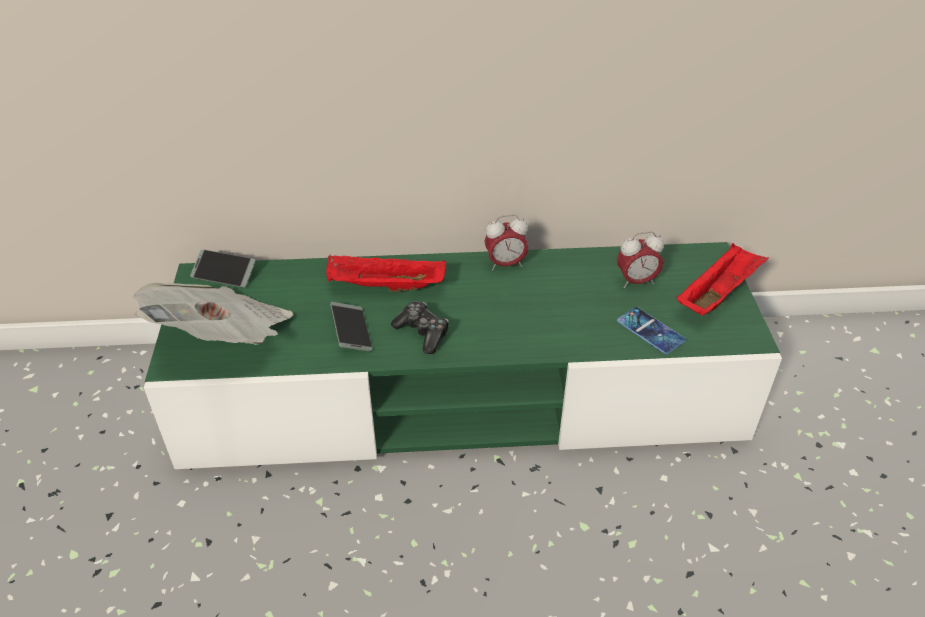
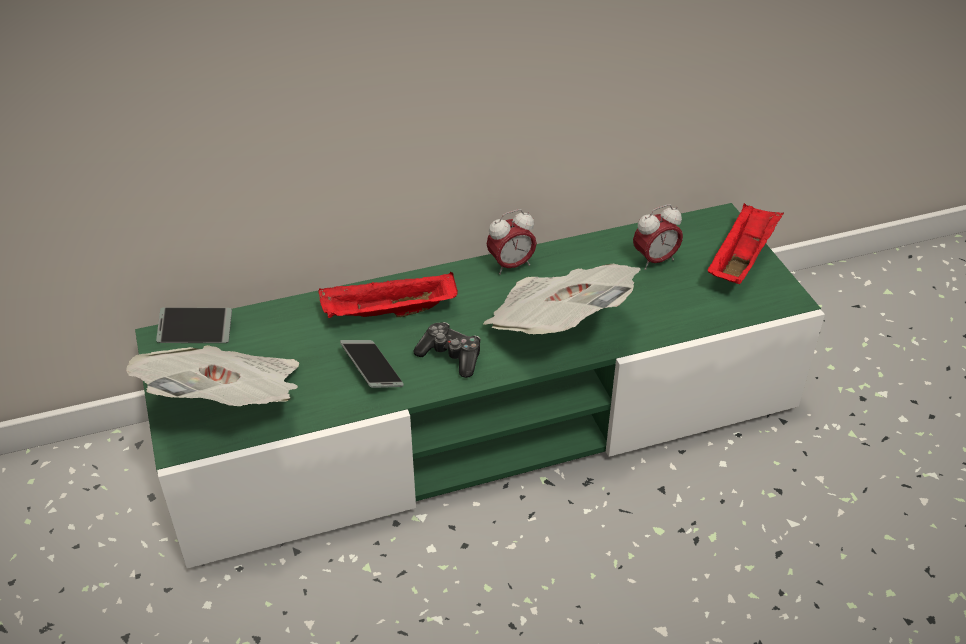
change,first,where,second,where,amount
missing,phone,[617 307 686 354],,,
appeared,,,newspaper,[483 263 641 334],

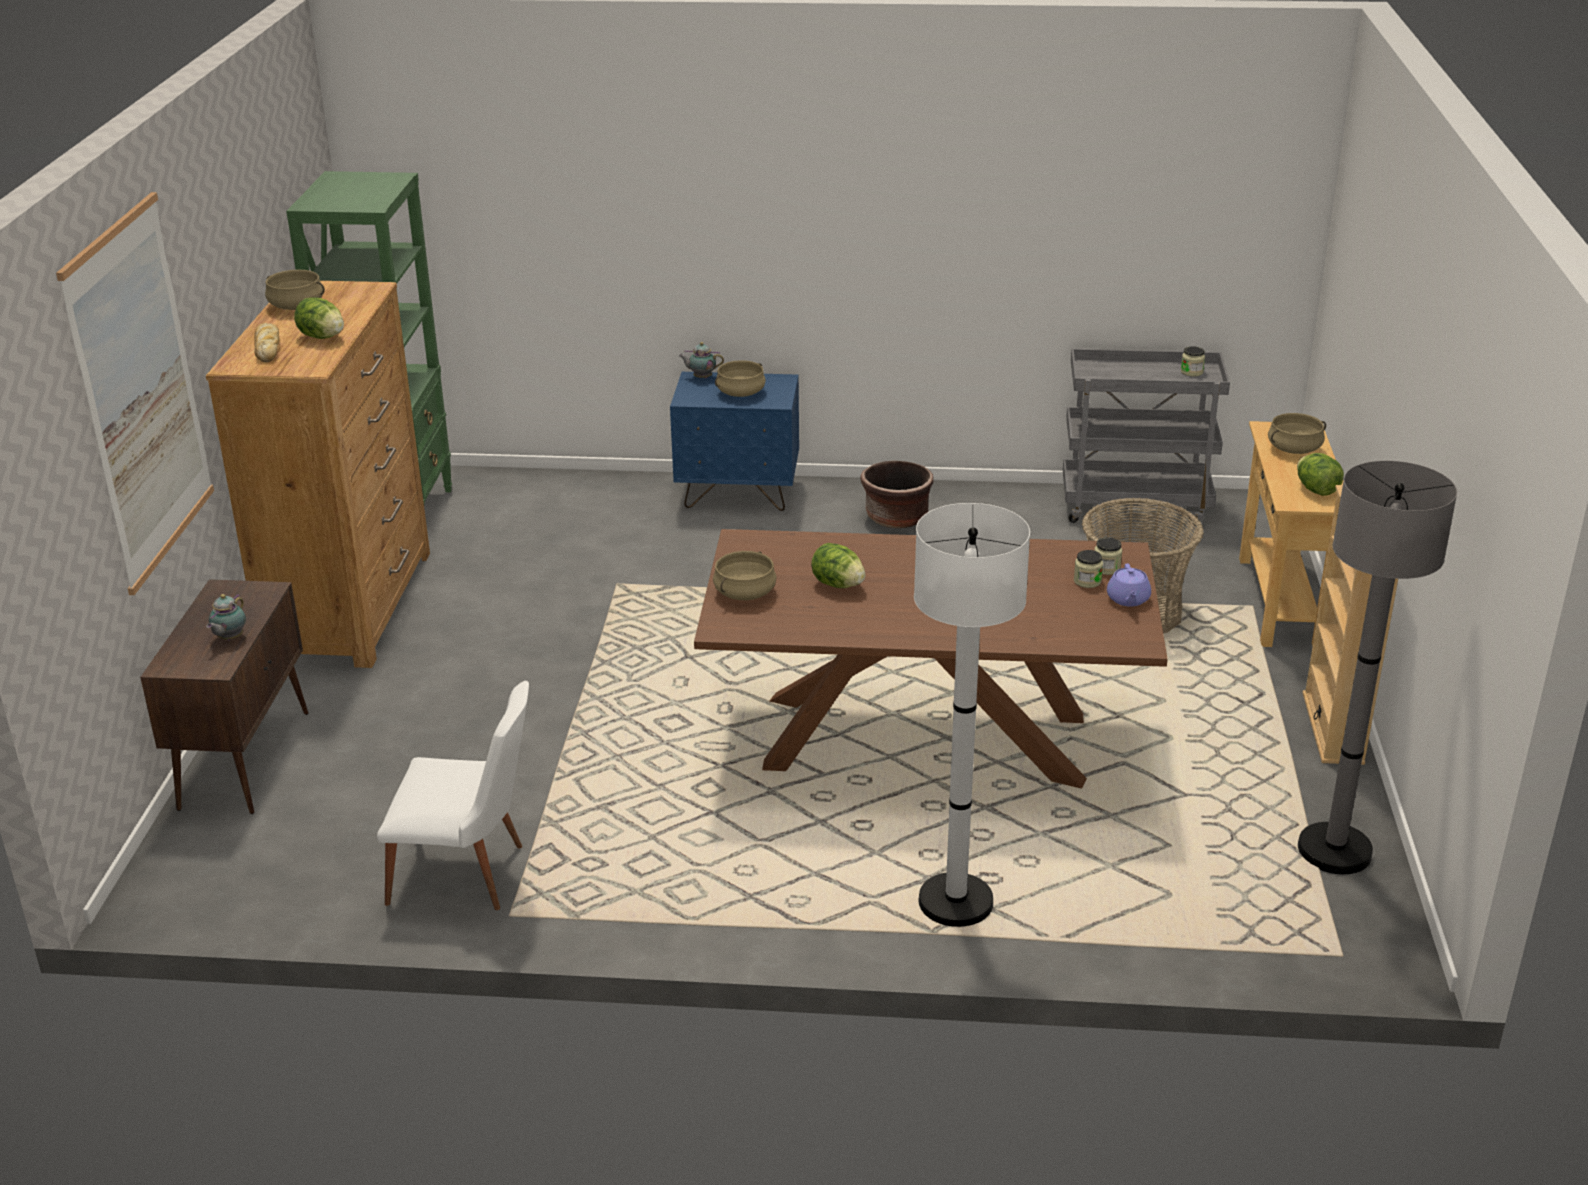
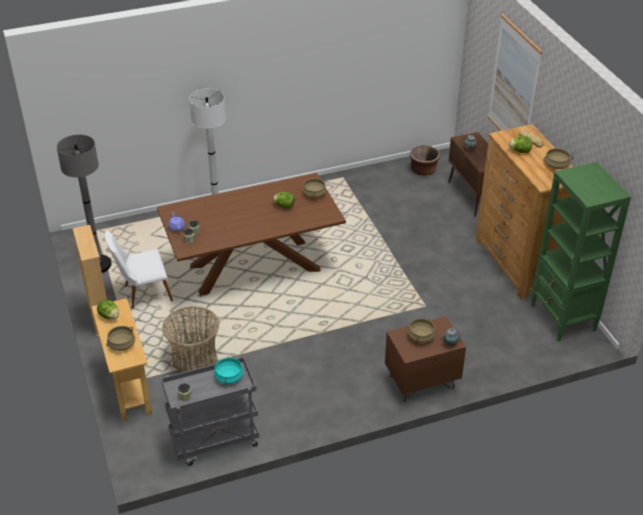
change,first,where,second,where,amount
colour,nightstand/blue,[670 372 799 511],nightstand/brown,[385 316 466 402],
relocated,planter/brown,[860 461 934 528],,[410 146 440 175],
relocated,chair/white,[377 681 529 910],,[105 231 173 309],
appeared,,,cooking pot/turquoise,[214 357 243 384],

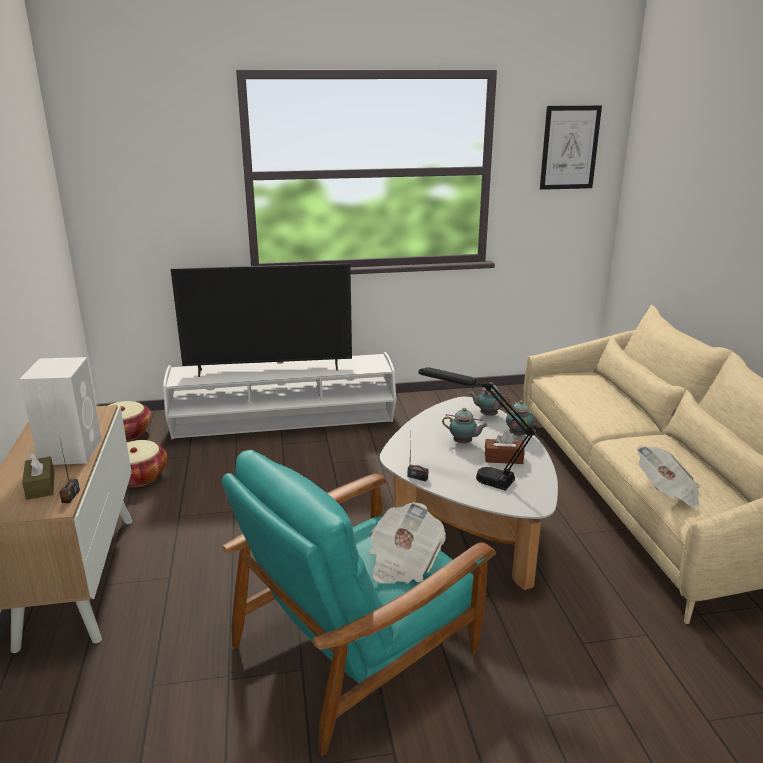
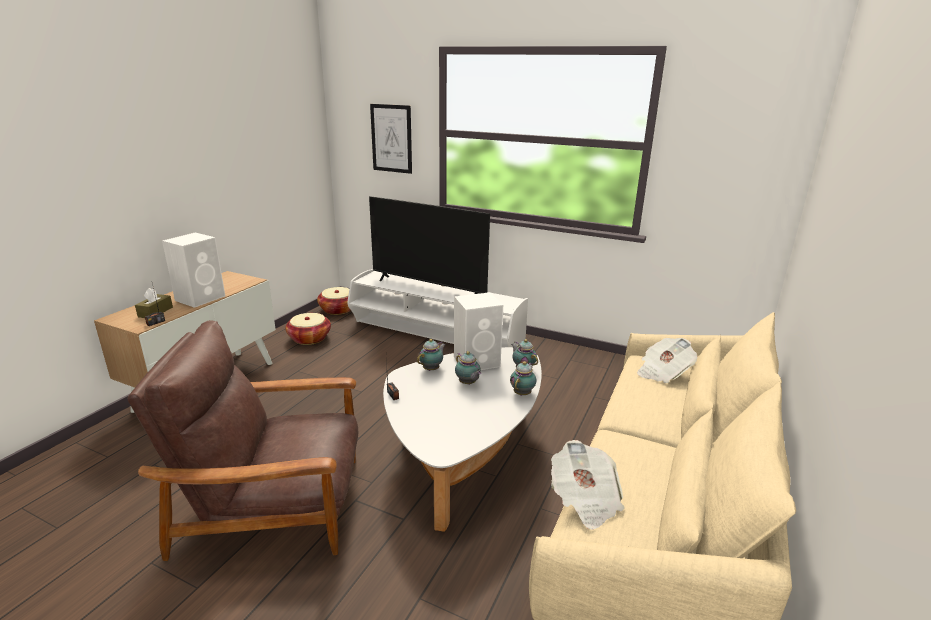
change,first,where,second,where,amount
relocated,picture,[540 106 602 190],,[370 104 412 174],
missing,table lamp/black,[419 367 537 491],,,
missing,tissue box/brown,[485 431 525 464],,,
colour,armchair/turquoise,[221 450 496 756],armchair/brown,[128 320 358 561],
relocated,newspaper,[369 502 446 583],,[637 338 697 383],
appeared,,,speaker/white,[454 292 503 370],
appeared,,,teapot,[417 339 446 371],

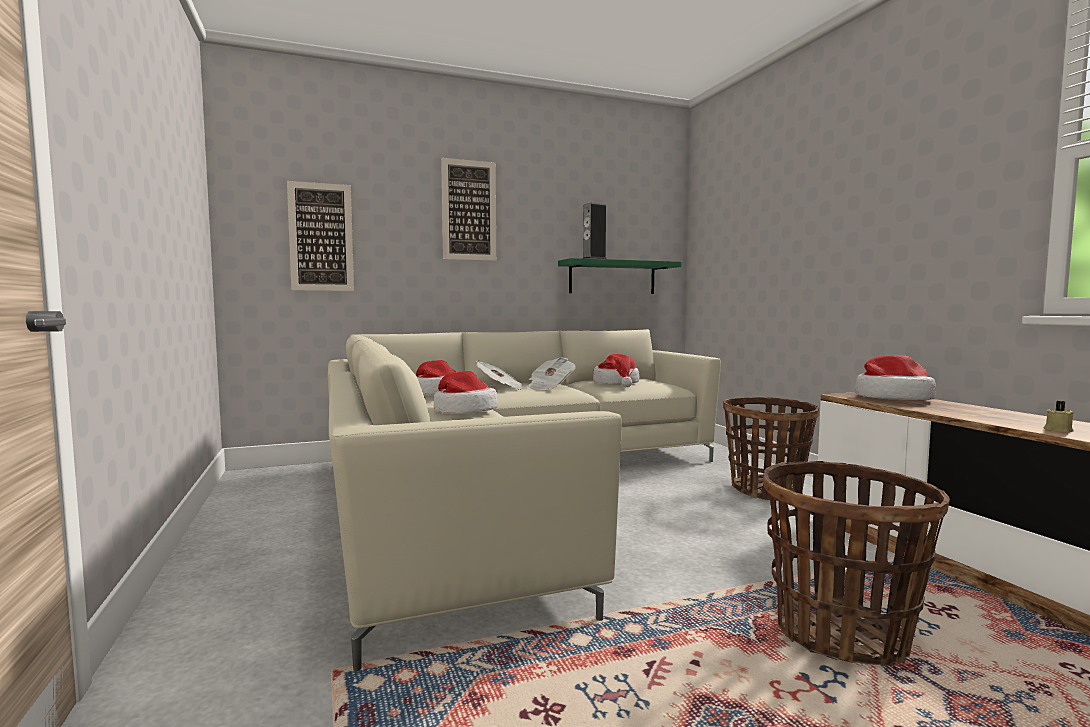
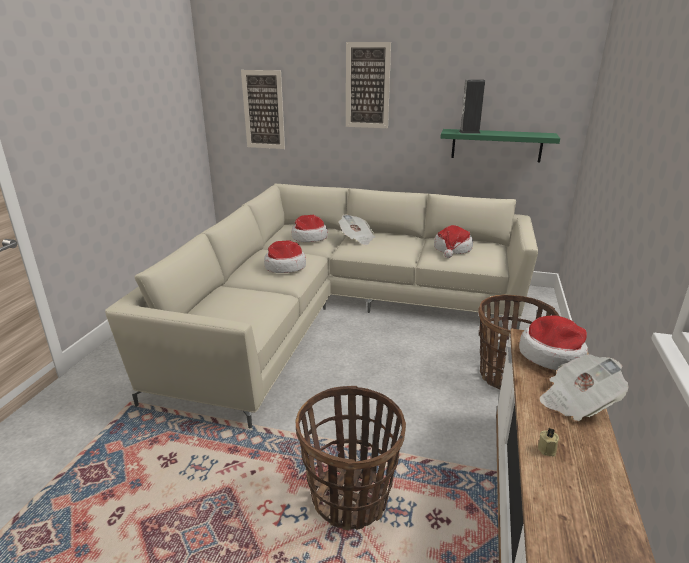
change,first,where,second,where,amount
relocated,newspaper,[527 358 576 390],,[539 354 628 421],

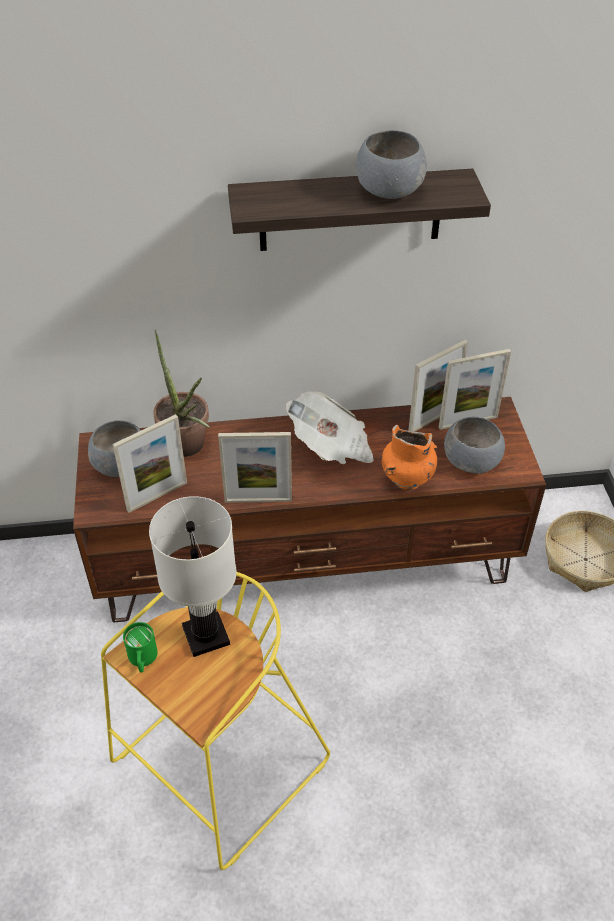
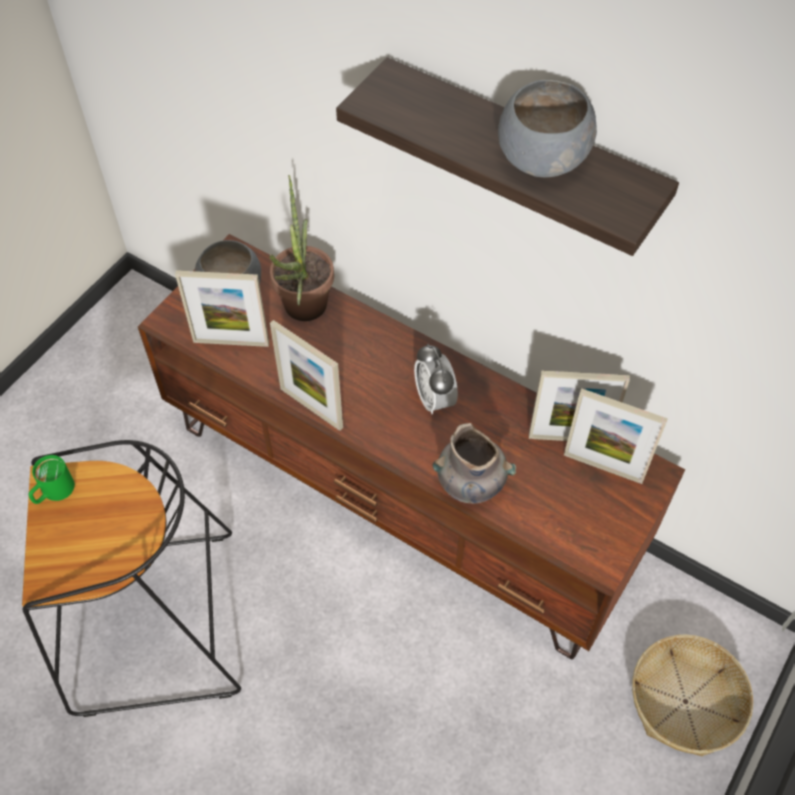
change,first,where,second,where,amount
exchanged,newspaper,[286 391 374 464],alarm clock,[414 344 458 414],
missing,bowl/grey,[444 417 505 474],,,
colour,vase/orange,[382 424 437 490],vase/grey,[432 423 516 503],
missing,table lamp/white,[149 496 237 657],,,
colour,stool/yellow,[101 572 330 870],stool/black,[22 440 241 717],

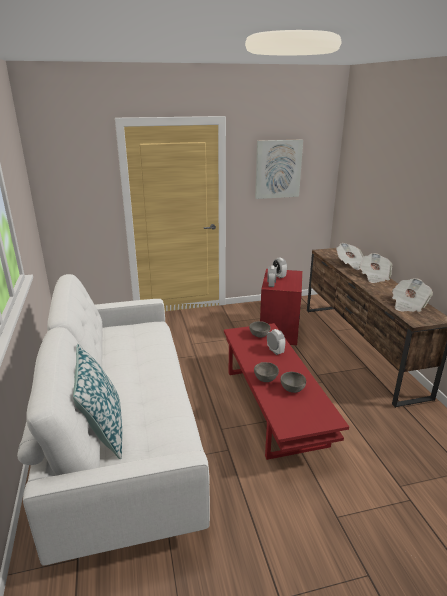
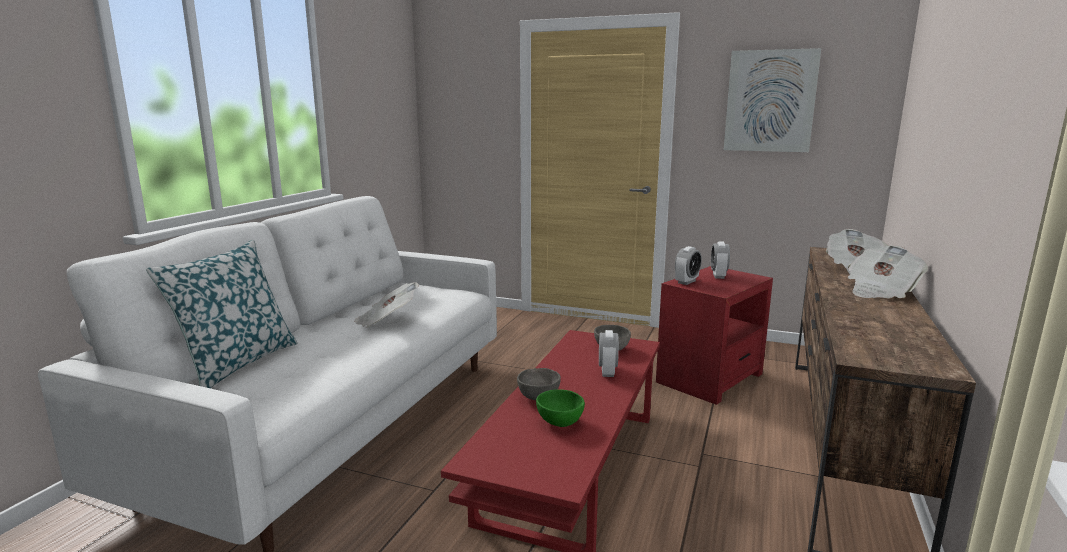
change,first,where,second,where,amount
relocated,newspaper,[392 278 433 312],,[354 282 419 328],
colour,bowl/grey,[280 372 306 393],bowl/green,[536 389 585 427],

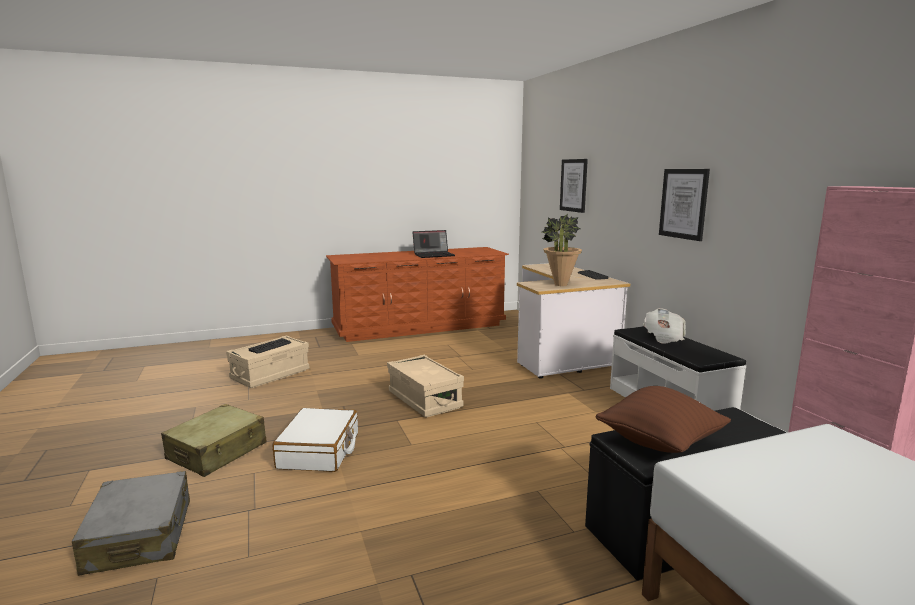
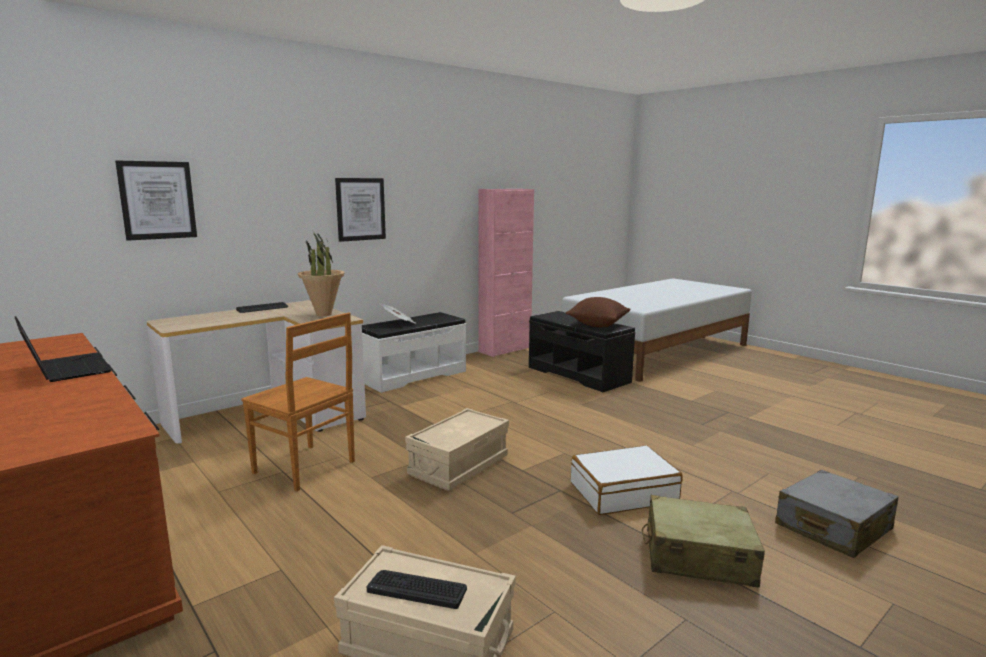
change,first,where,second,where,amount
appeared,,,chair/brown,[241 312 355 491],

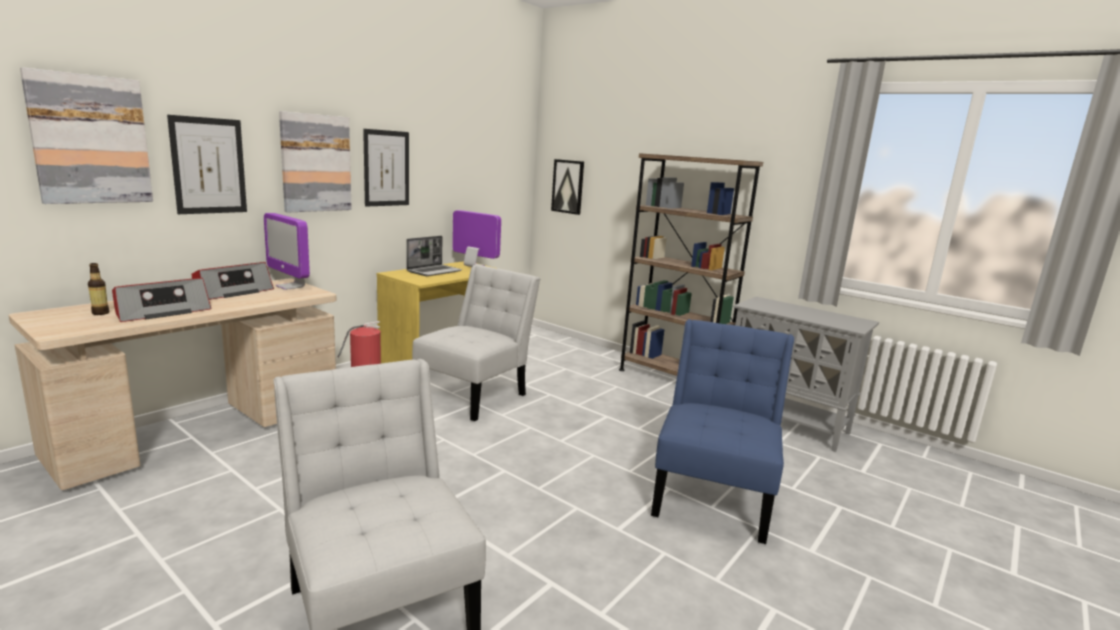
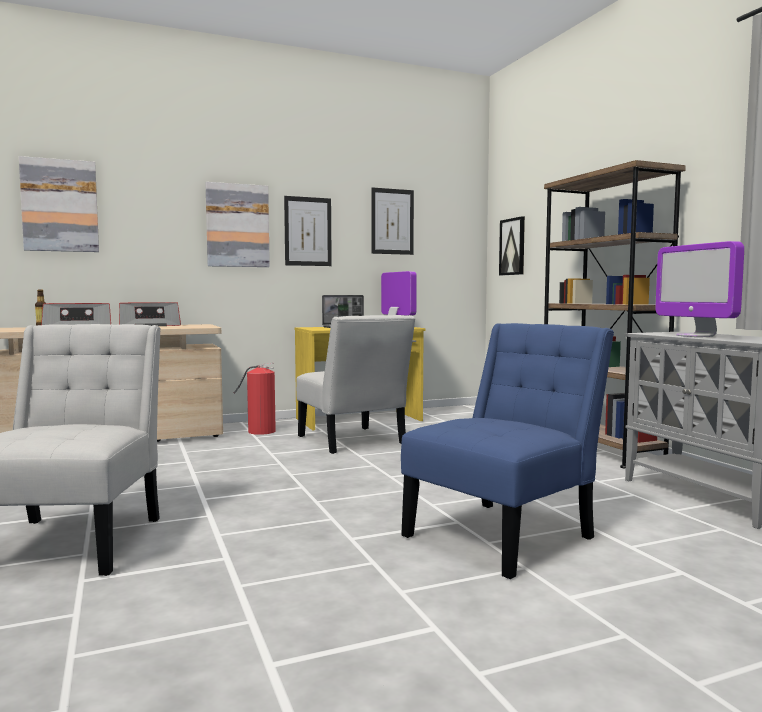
change,first,where,second,where,amount
relocated,picture,[167 115 247 214],,[371 187 414 255],
relocated,monitor,[264 213 310 290],,[655 241 744 337],
spun,chair/white,[412 265 540 421],,[296 315 416 454],90 degrees clockwise

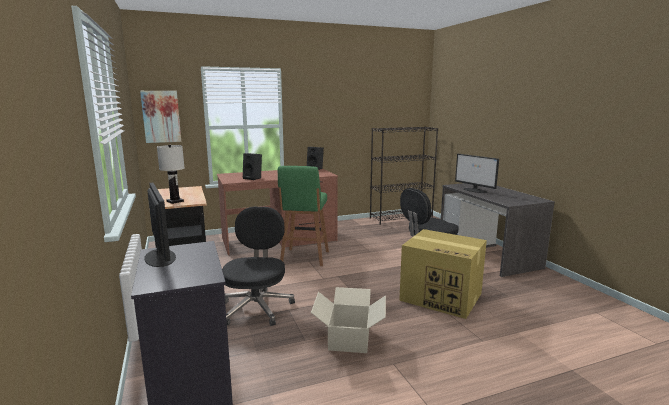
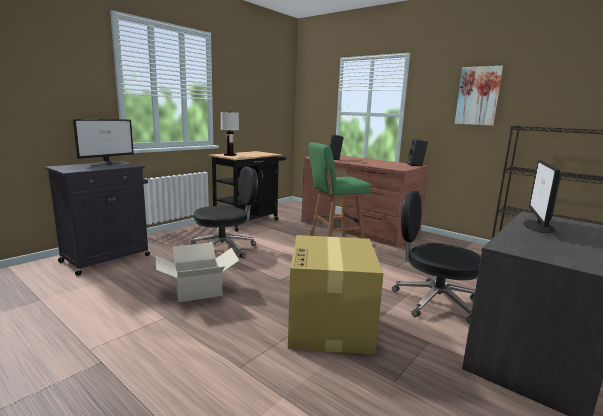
change,first,where,second,where,amount
relocated,picture,[140 91 181 143],,[455 66 503 126],

